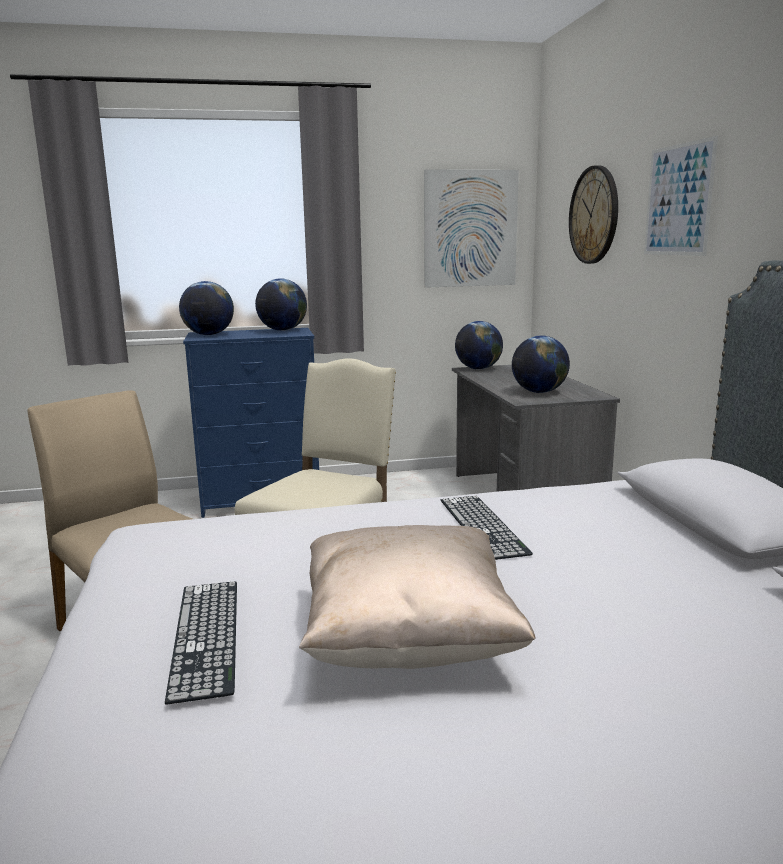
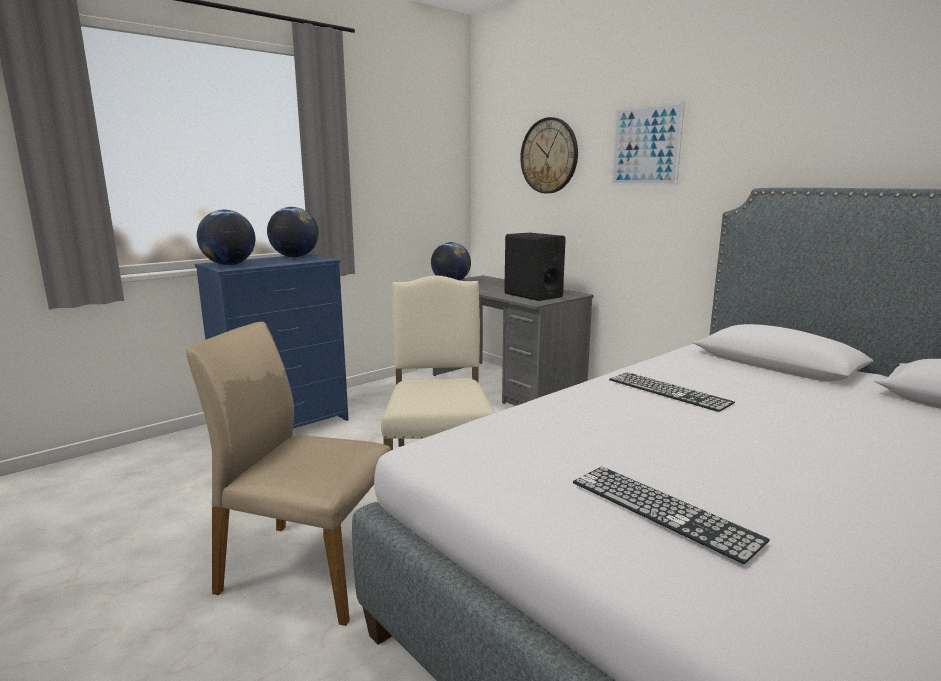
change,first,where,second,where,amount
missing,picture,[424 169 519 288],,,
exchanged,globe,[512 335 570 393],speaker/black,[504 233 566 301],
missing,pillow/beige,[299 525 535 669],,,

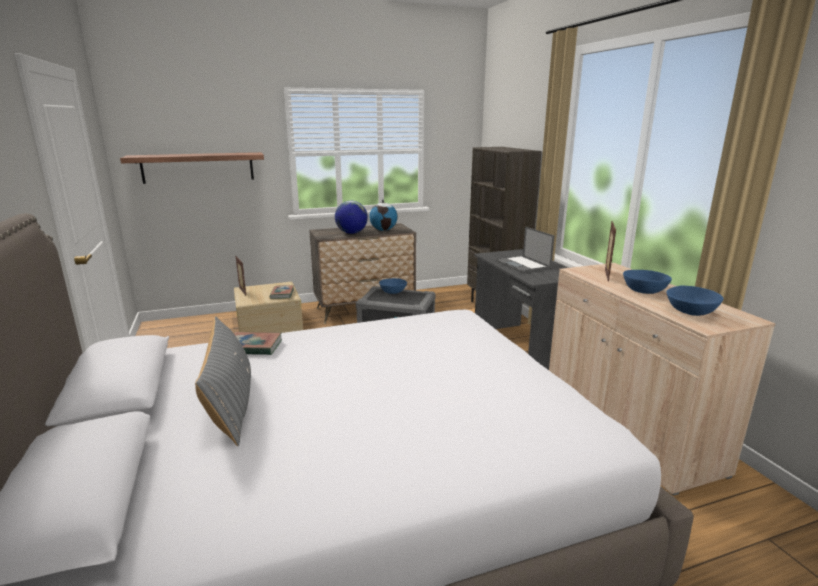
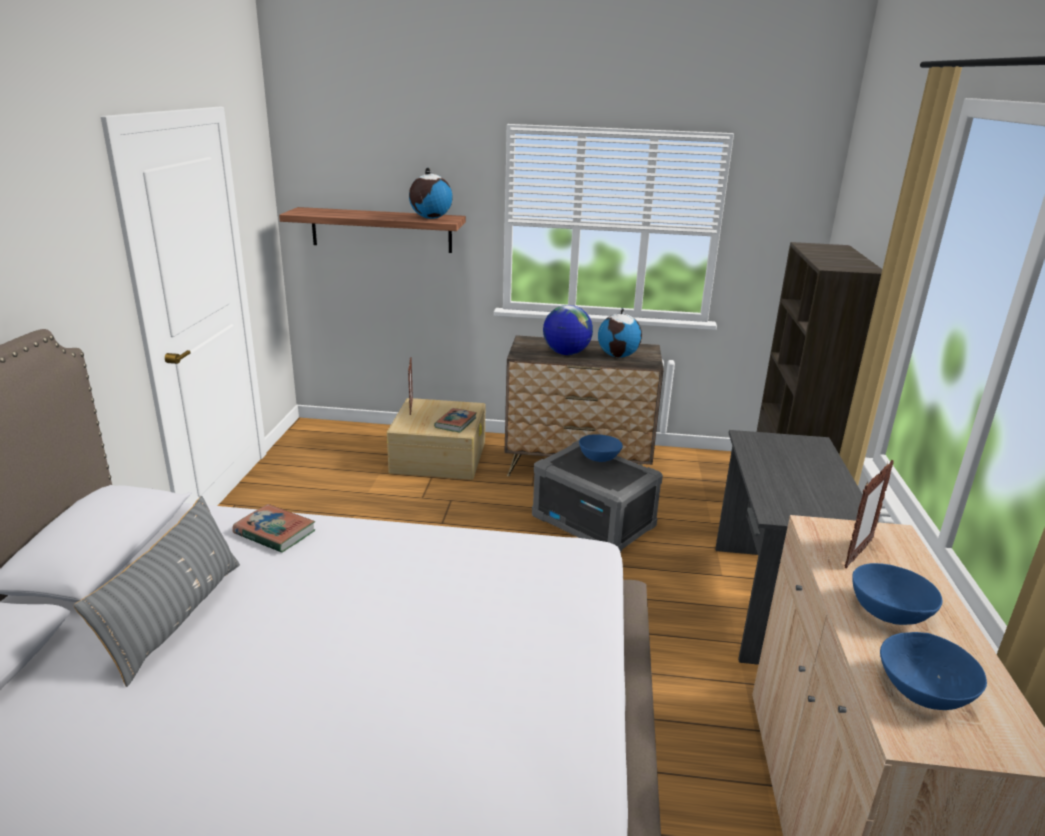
change,first,where,second,where,amount
missing,laptop,[495 227 554 273],,,
appeared,,,globe,[409 168 452 219],

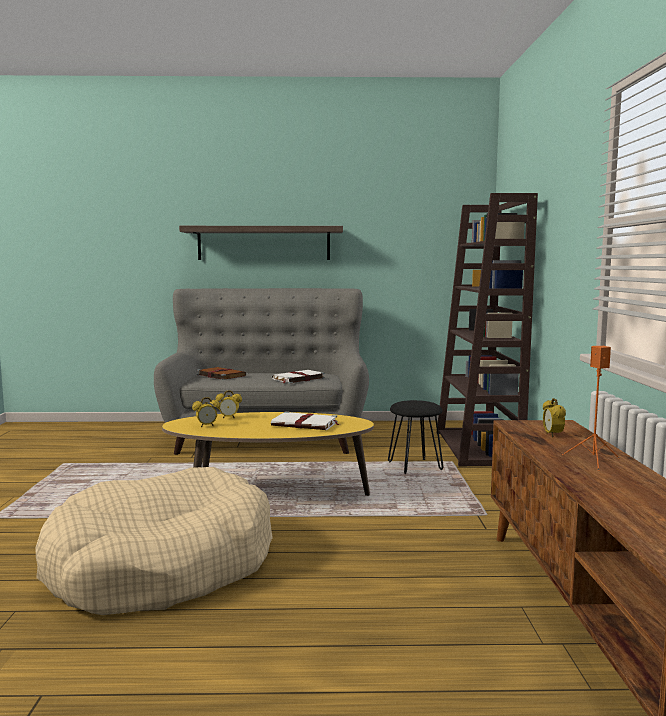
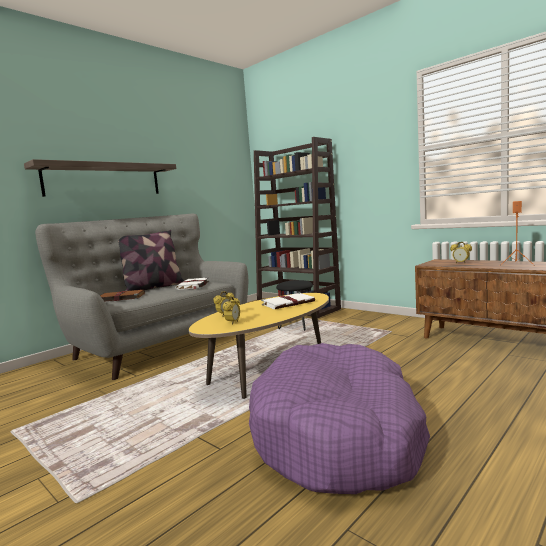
change,first,where,second,where,amount
colour,dog bed/beige,[36 467 273 615],dog bed/purple,[249 343 430 494],
appeared,,,pillow,[118 230 184 291],

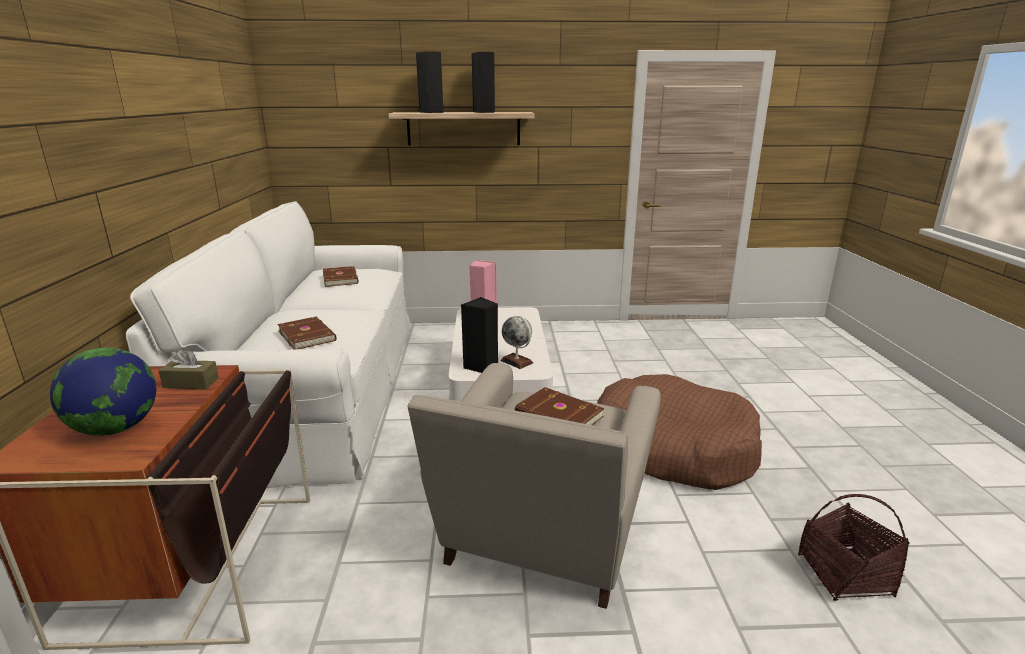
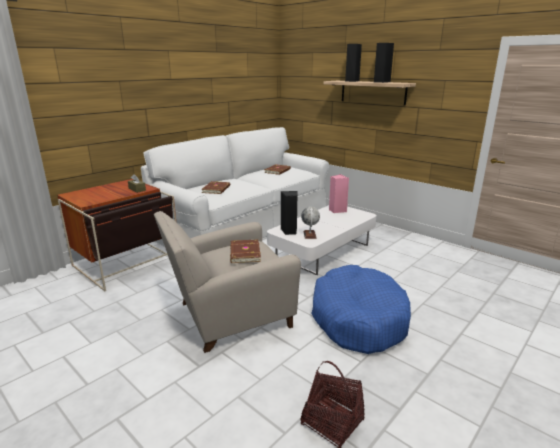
change,first,where,second,where,amount
missing,globe,[50 347 156 436],,,
colour,dog bed/brown,[597 374 762 490],dog bed/blue,[311 265 411 354],

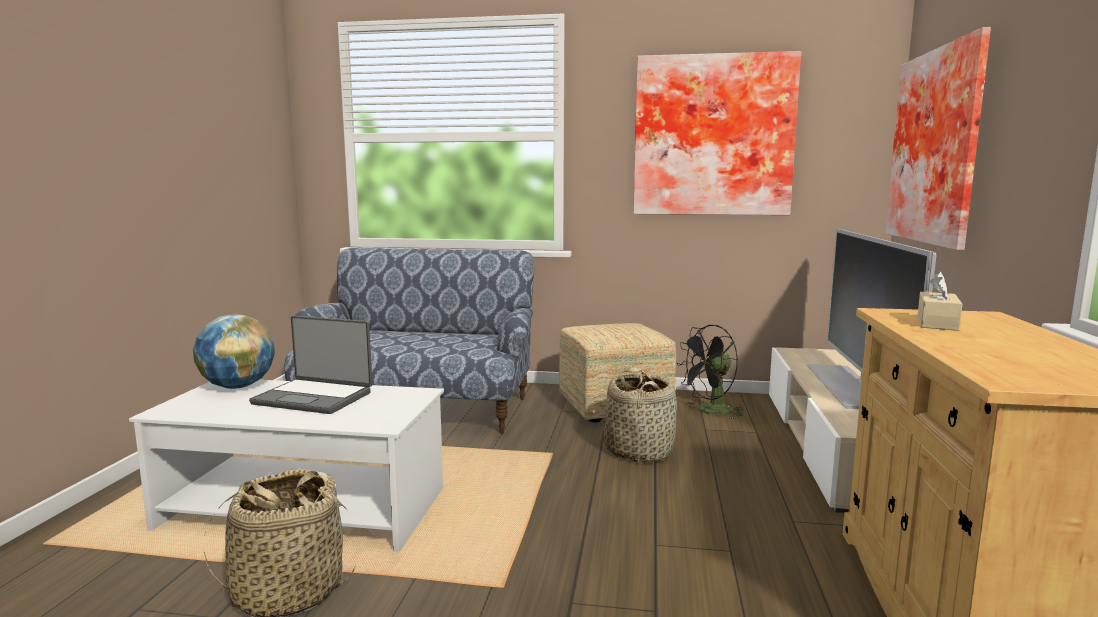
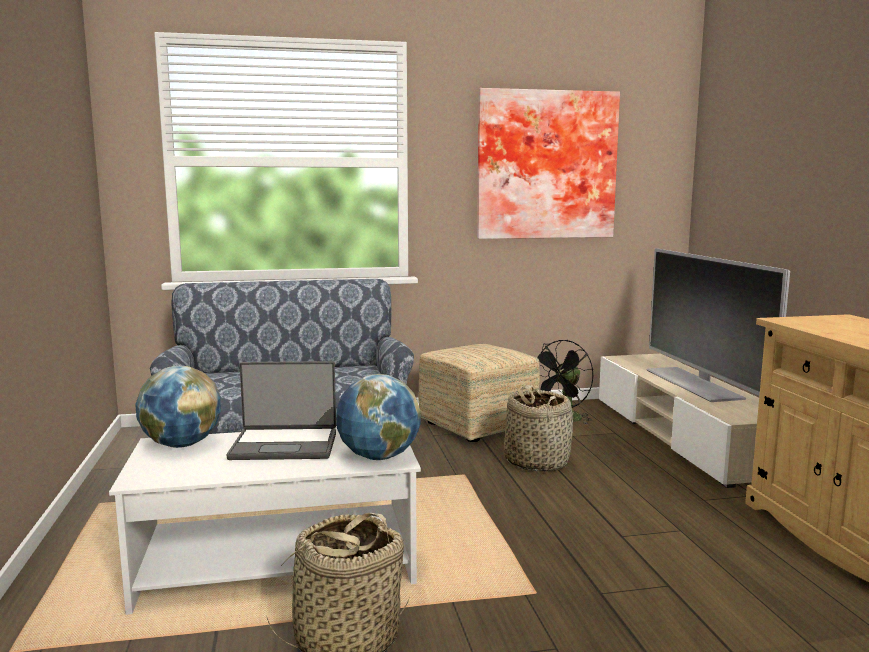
change,first,where,second,where,amount
missing,picture,[885 27 991 250],,,
missing,tissue box/beige,[917 272 963 331],,,
appeared,,,globe,[336 374 421 460],

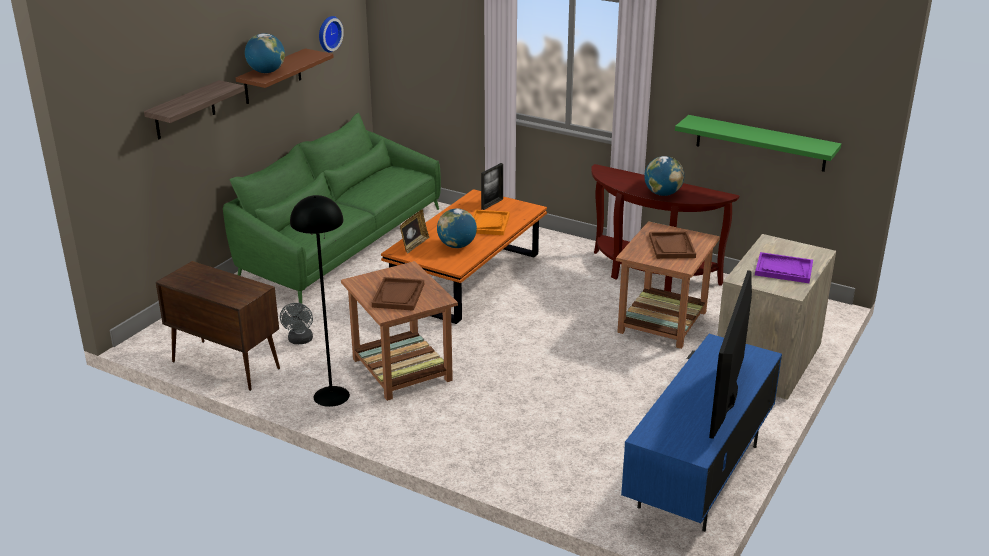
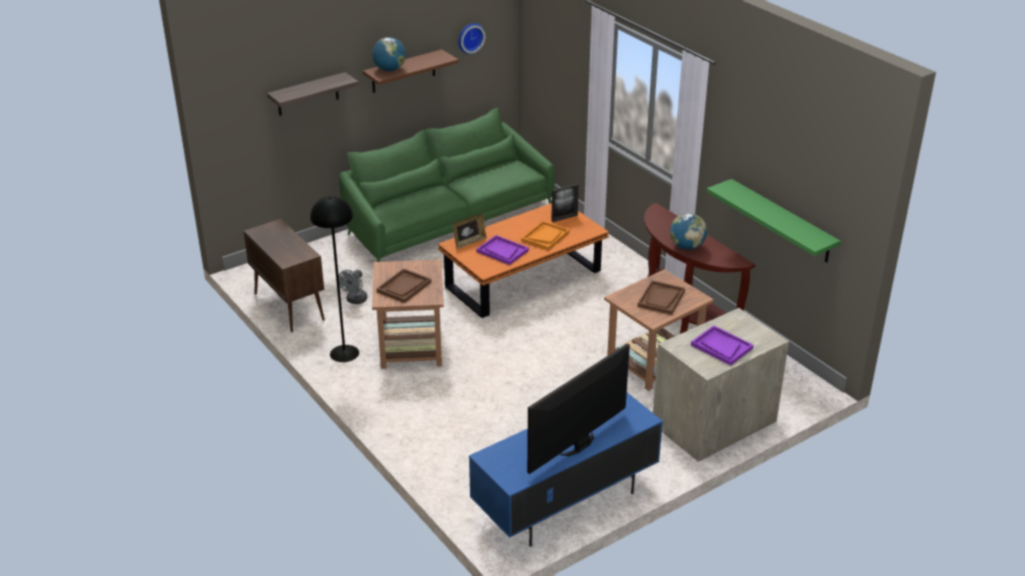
change,first,where,second,where,amount
exchanged,globe,[437 208 477 248],tray/purple,[477 235 529 265],

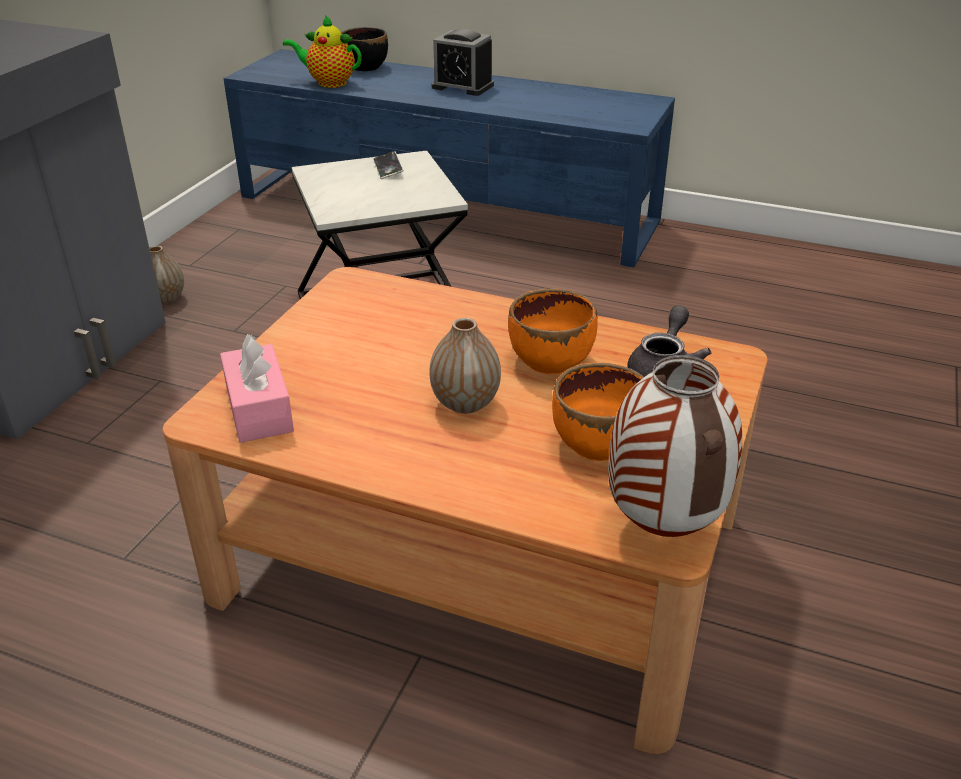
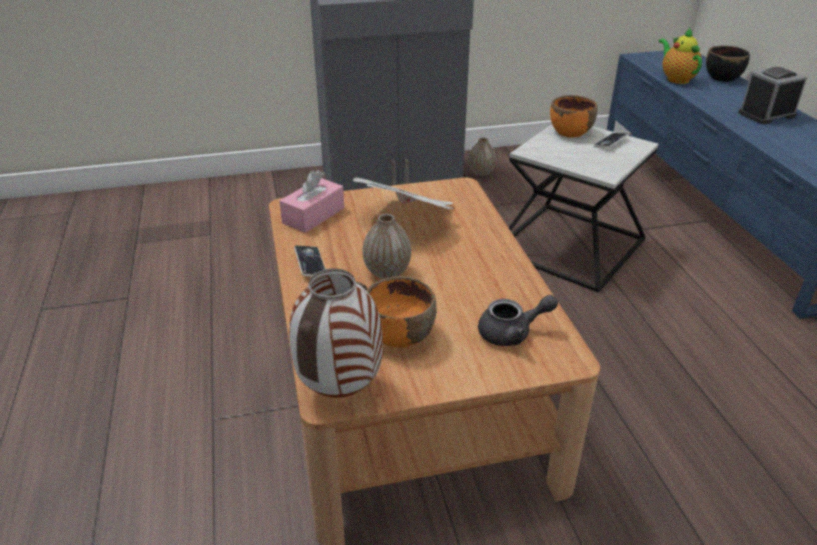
change,first,where,second,where,amount
spun,alarm clock,[432 29 494 96],,[738 67 807 124],75 degrees clockwise
relocated,bowl/orange,[508 289 598 374],,[550 95 598 137],
appeared,,,newspaper,[353 178 454 210],
appeared,,,phone,[294 246 325 276],

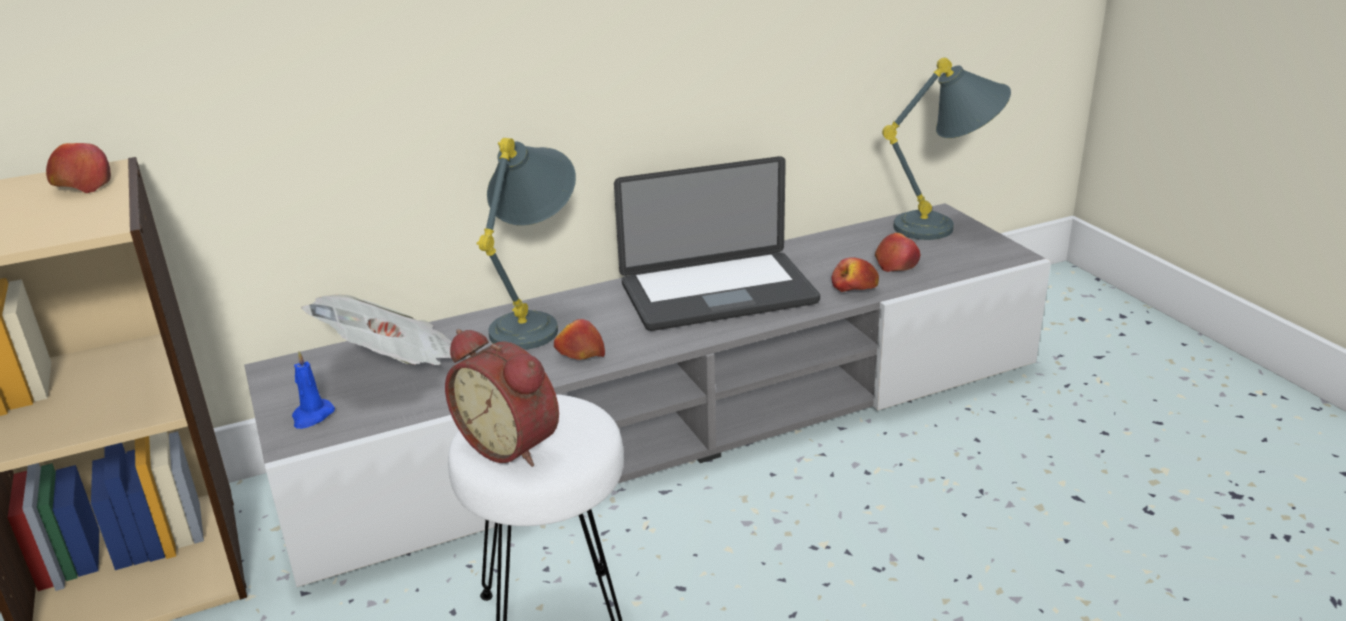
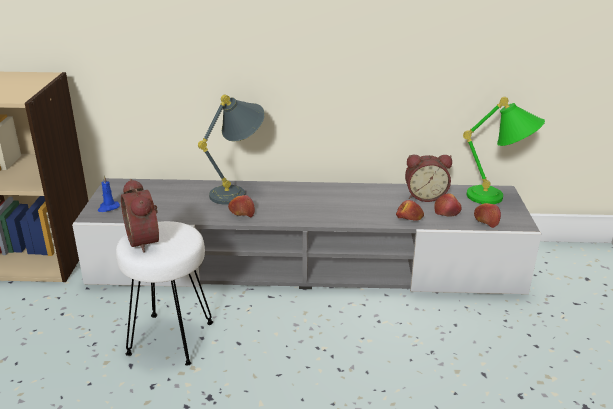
change,first,where,second,where,amount
colour,table lamp/grey,[882 58 1011 240],table lamp/green,[463 97 545 204],
relocated,apple,[46 143 111 193],,[474 203 501 228],
missing,laptop,[614 156 820 331],,,
missing,newspaper,[301 294 471 365],,,
appeared,,,alarm clock,[405 155 452 202],

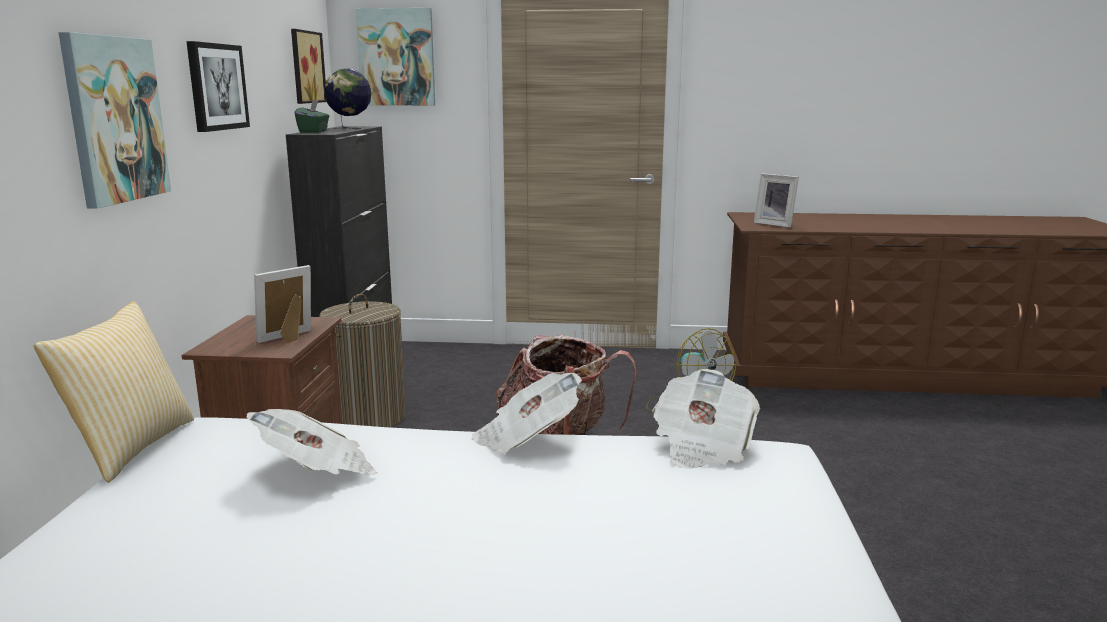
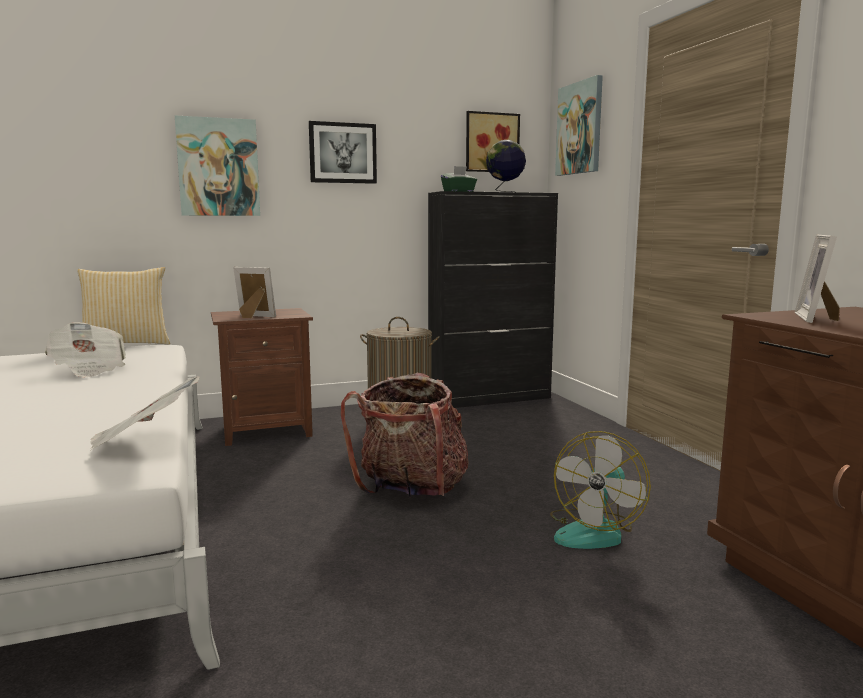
change,first,where,second,where,amount
missing,newspaper,[472 373 582 454],,,

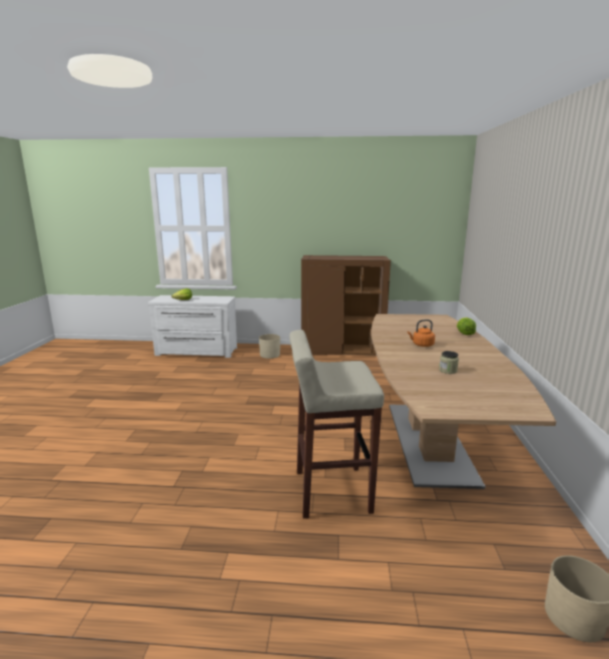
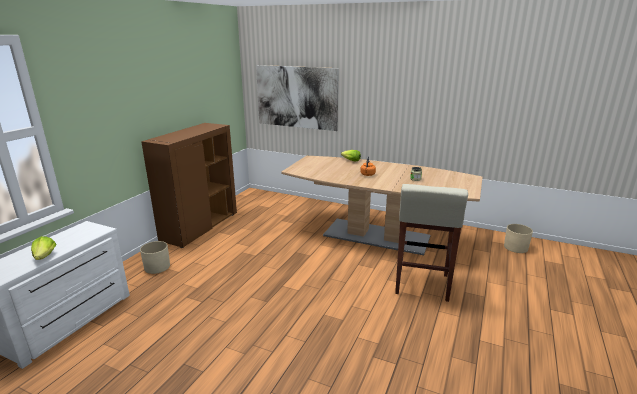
change,first,where,second,where,amount
appeared,,,picture,[256 65 339 131],

